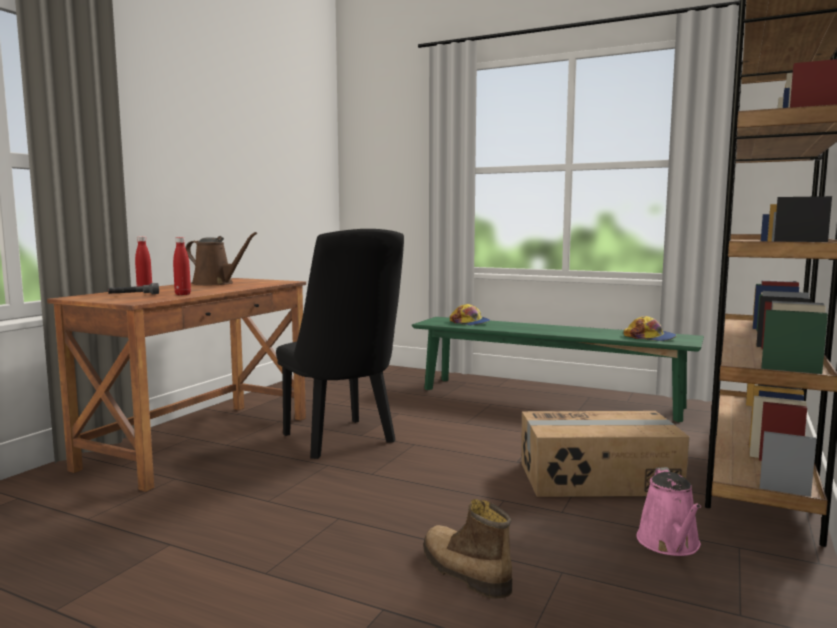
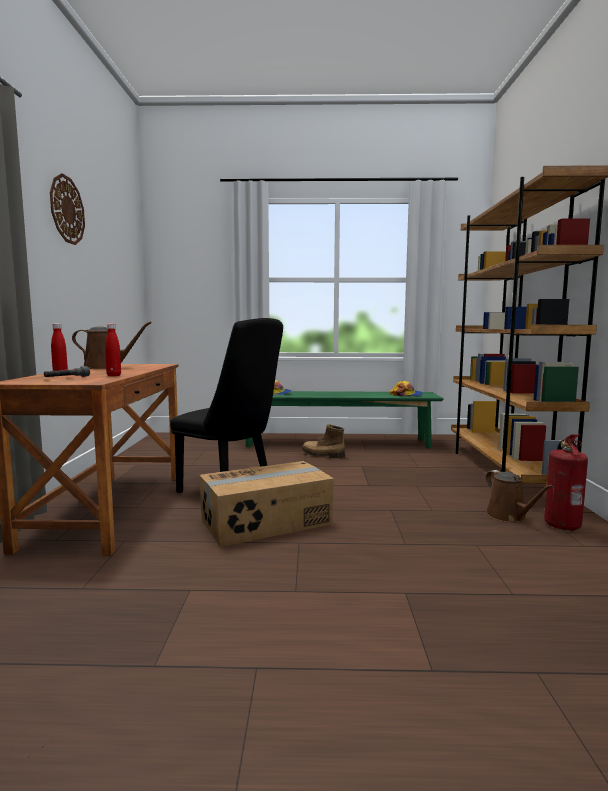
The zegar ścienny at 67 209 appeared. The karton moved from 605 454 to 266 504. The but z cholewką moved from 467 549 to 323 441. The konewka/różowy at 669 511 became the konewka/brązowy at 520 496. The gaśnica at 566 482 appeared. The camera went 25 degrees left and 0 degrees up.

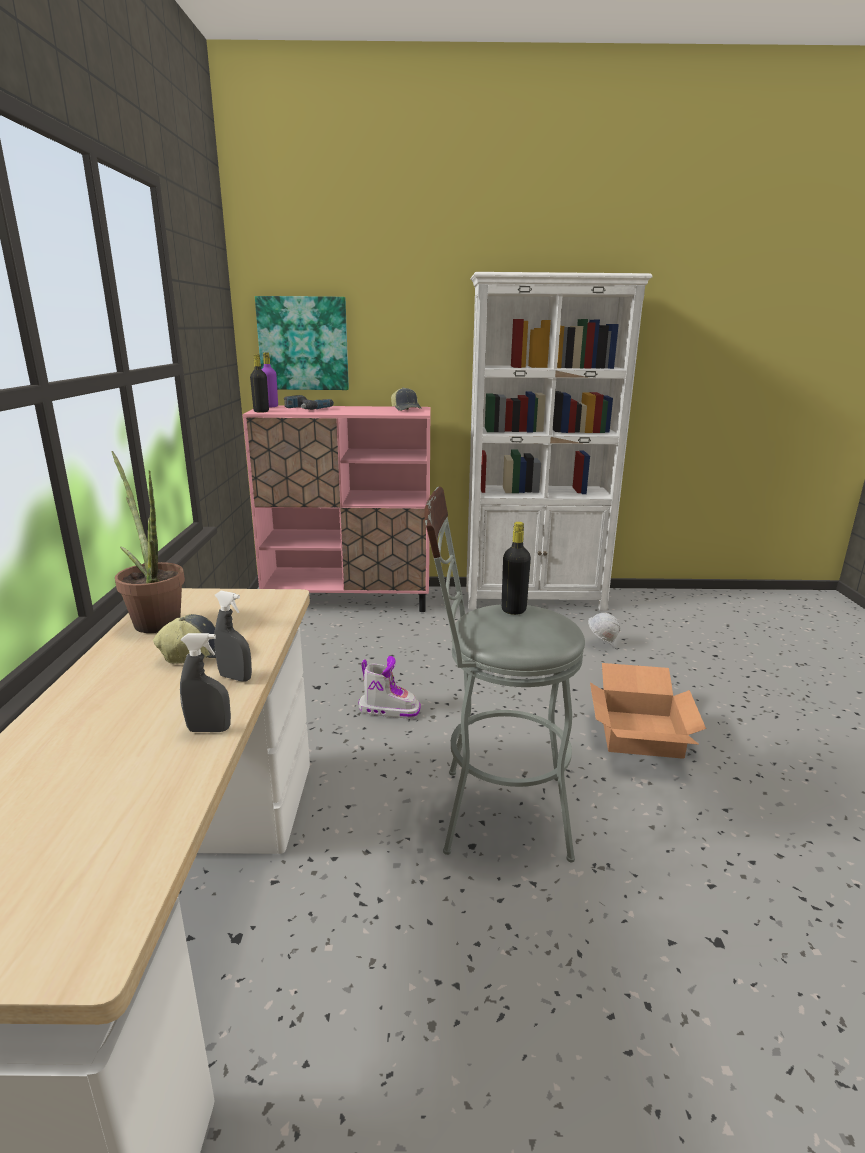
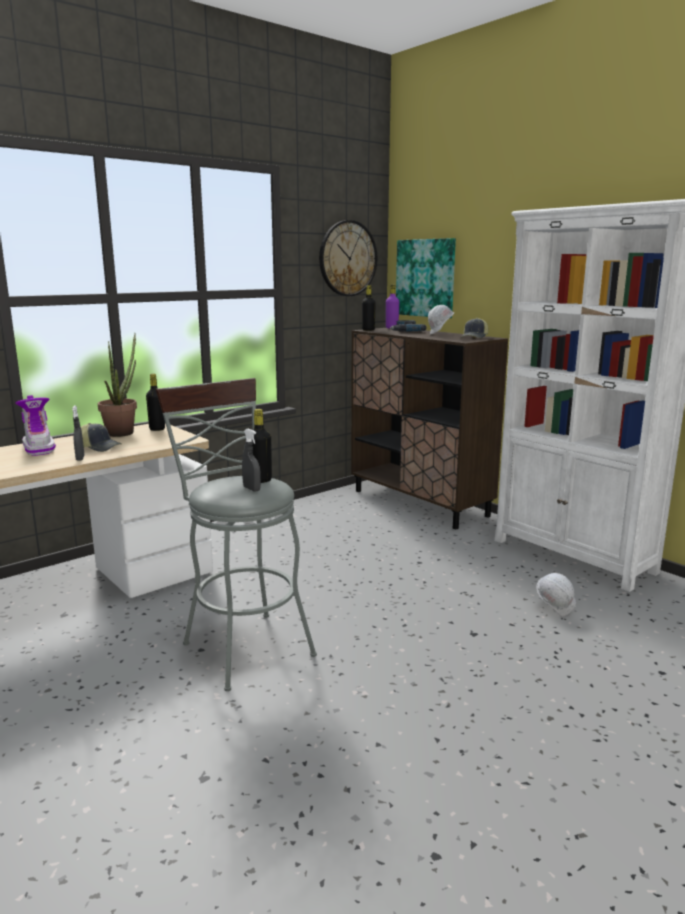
The but z cholewką moved from 390 687 to 36 425. The butelka/czarny at 155 402 appeared. The spryskiwacz/szary moved from 205 682 to 251 460. The zegar ścienny at 348 258 appeared. The szafka/różowy at 336 509 became the szafka/brązowy at 429 428. The kask/biały at 441 319 appeared. The karton at 648 711 disappeared. The camera went 50 degrees right and 5 degrees down.

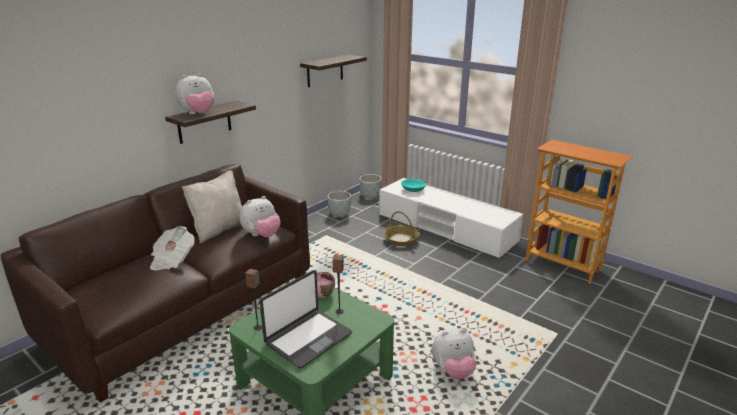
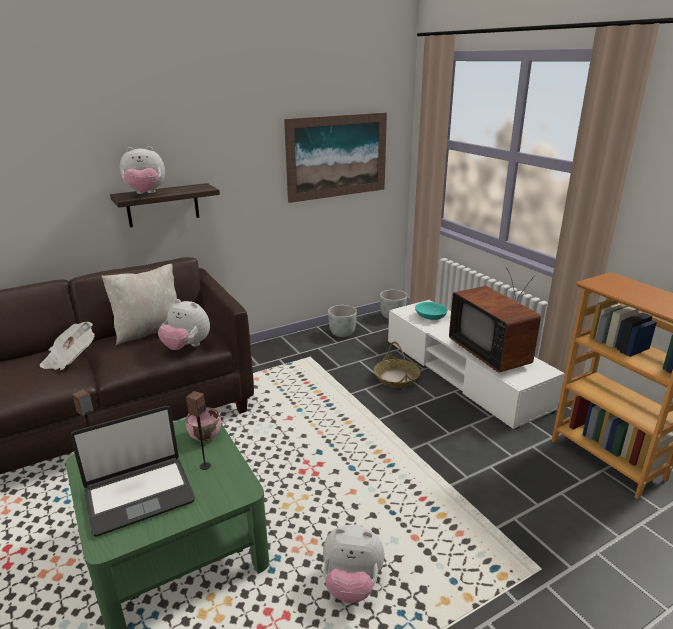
The pluszak at 260 216 turned 45 degrees clockwise. The półka at 333 70 was replaced by the obraz at 335 157. The telewizor at 495 320 appeared. The camera went 20 degrees right and 0 degrees up.

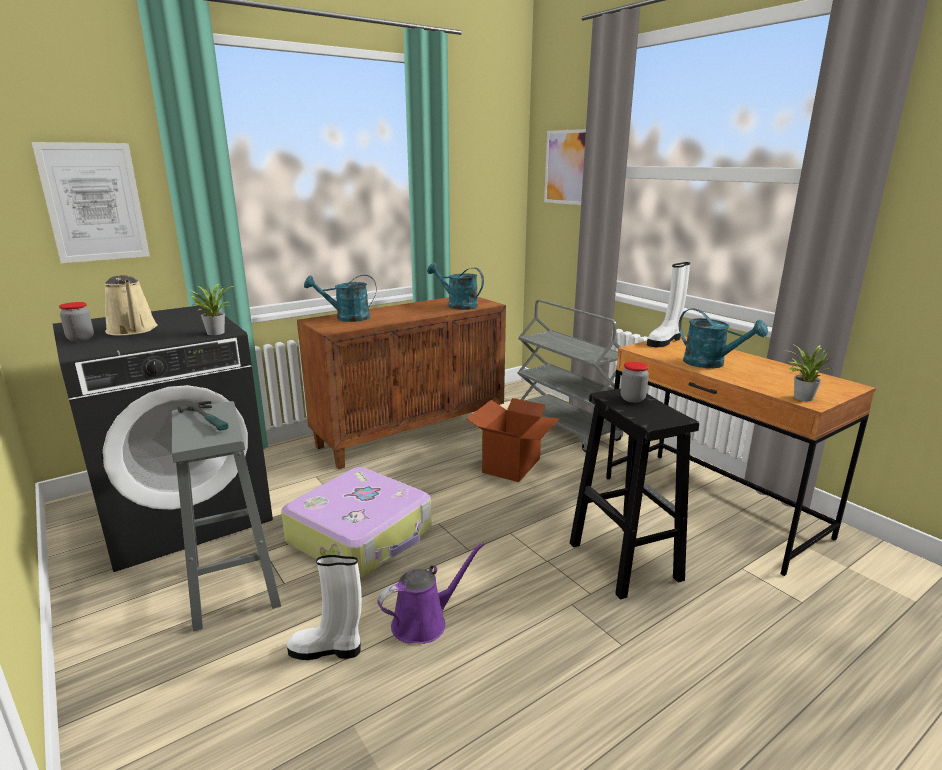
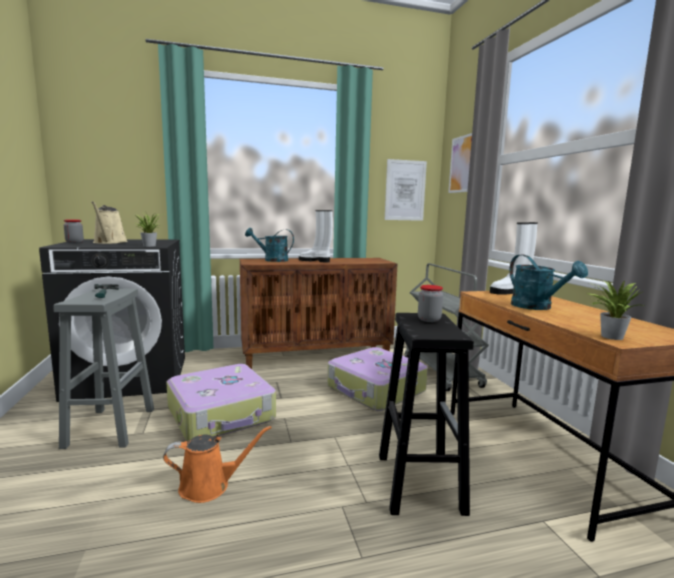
The konewka/fioletowy at 431 593 became the konewka/pomarańczowy at 217 464. The but z cholewką/biały moved from 324 607 to 316 236. The karton at 513 440 was replaced by the walizka at 377 379. The obraz moved from 91 202 to 406 190. The konewka/turkusowy at 455 286 disappeared. The camera went 20 degrees right and 10 degrees down.

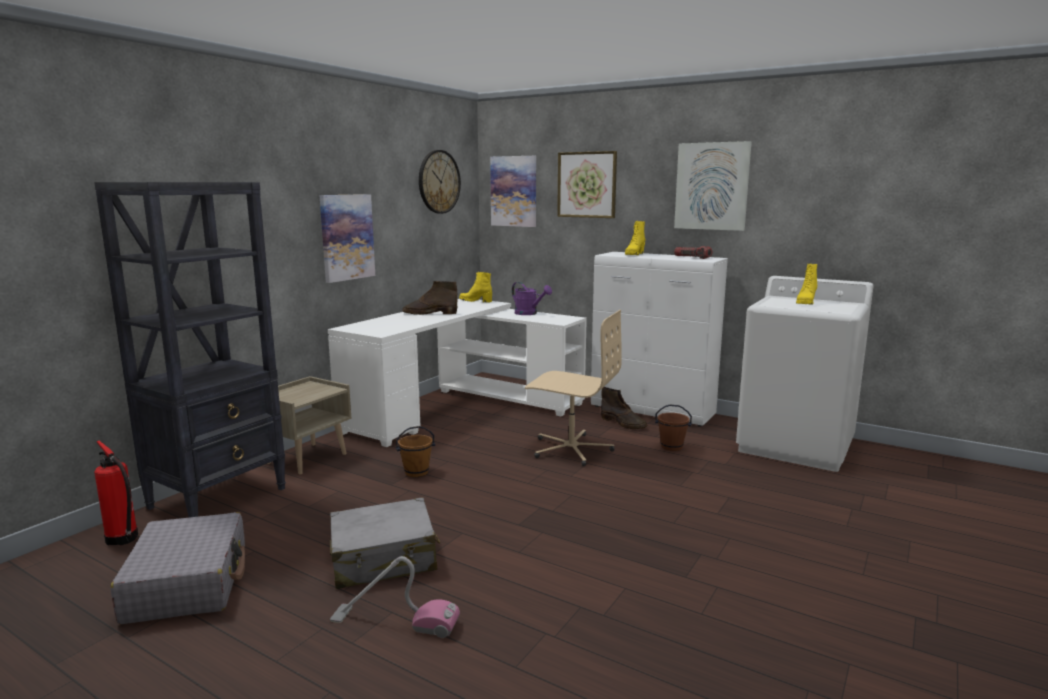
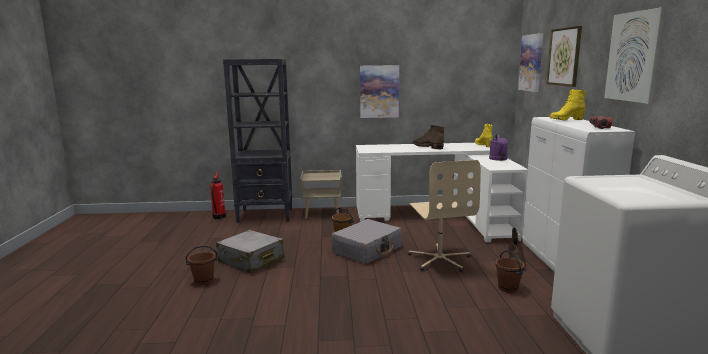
The odkurzacz at 395 597 was replaced by the wiadro/brązowy at 202 265. The walizka/szary moved from 177 568 to 366 241. The zegar ścienny at 440 182 disappeared. The but z cholewką/żółty at 806 284 disappeared. The camera went 55 degrees right and 0 degrees up.

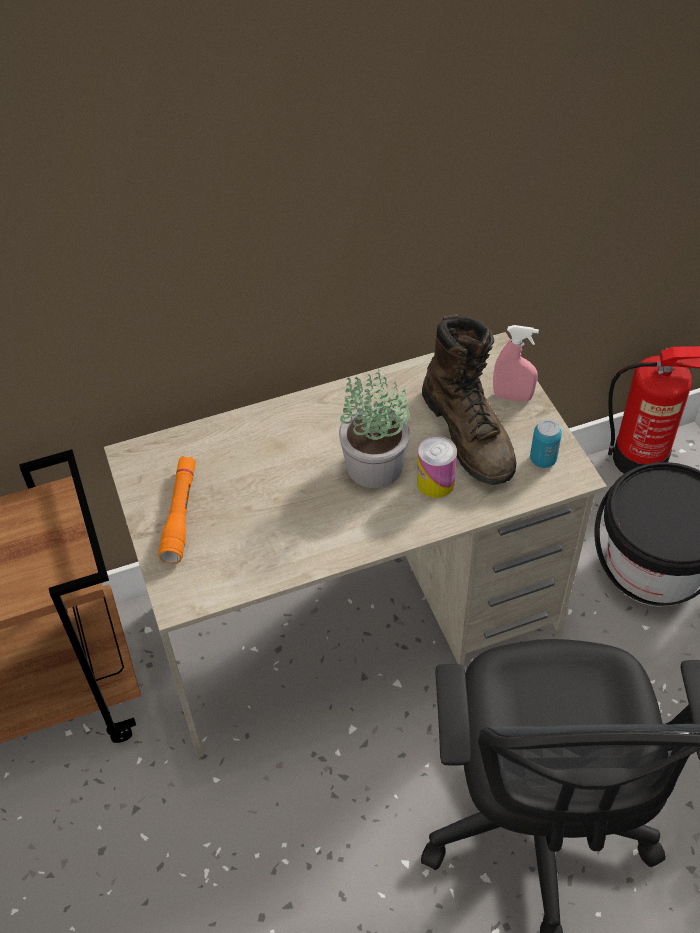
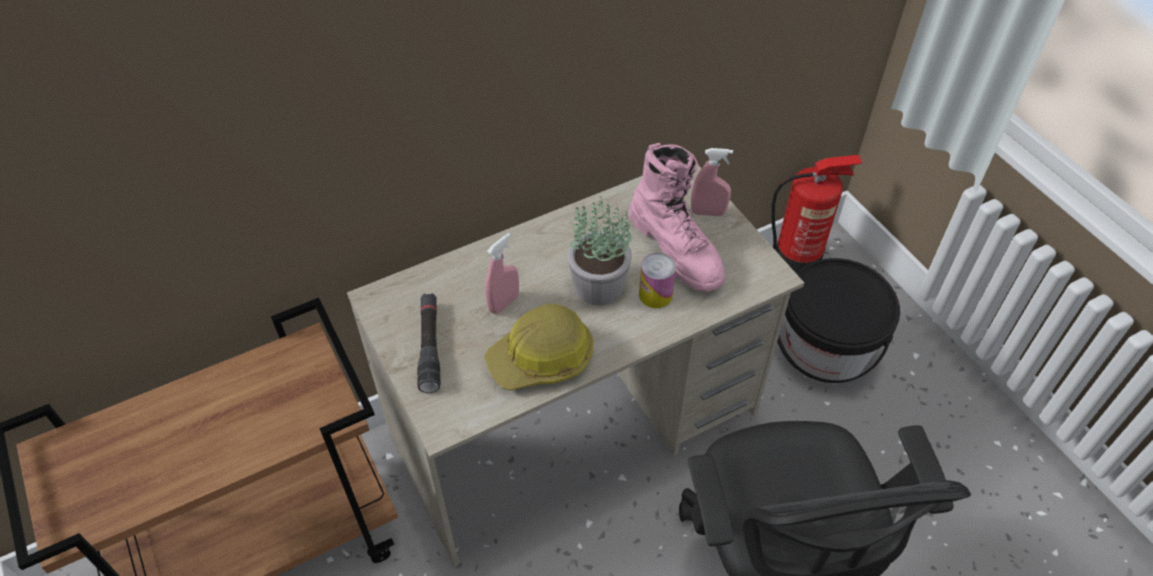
The latarka/pomarańczowy at 177 510 became the latarka/czarny at 428 343. The kask at 539 347 appeared. The spryskiwacz/różowy at 502 273 appeared. The but z cholewką/brązowy at 469 399 became the but z cholewką/różowy at 676 217. The puszka at 546 443 disappeared. The camera went 10 degrees left and 0 degrees up.

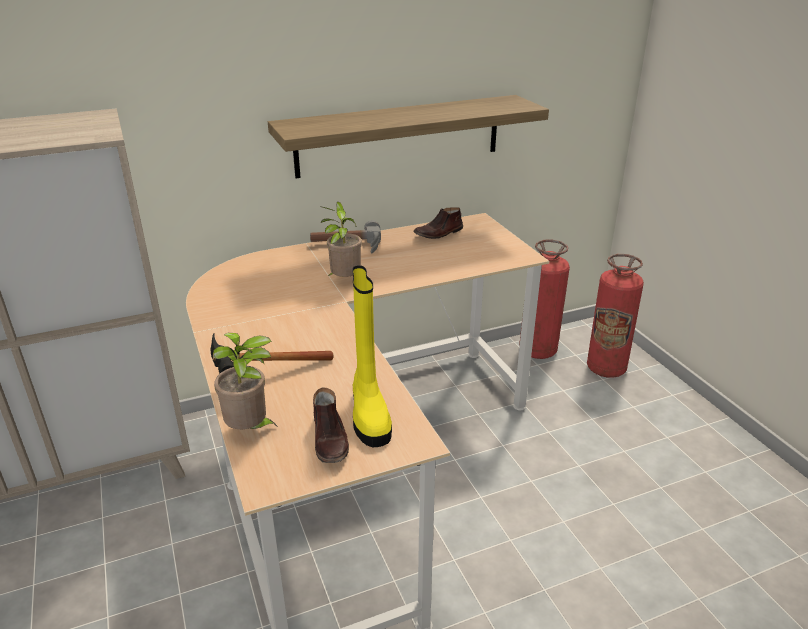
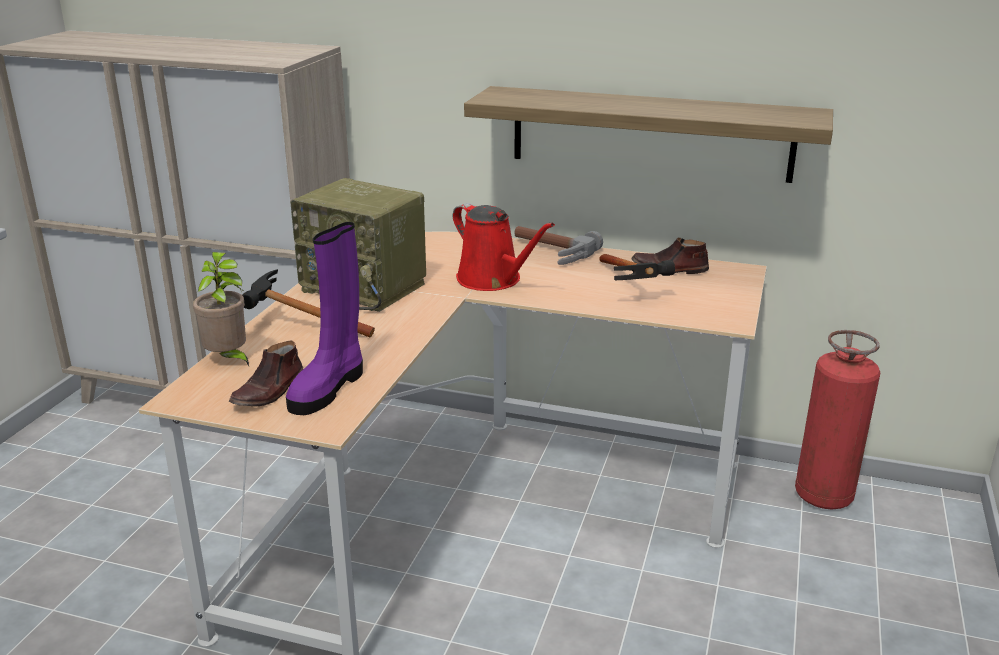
The but z cholewką/żółty at 372 356 became the but z cholewką/fioletowy at 324 318. The radio at 358 245 appeared. The roślina doniczkowa at 341 239 was replaced by the konewka/czerwony at 504 247. The młotek at 637 267 appeared. The gaśnica at 615 316 disappeared. The camera went 40 degrees right and 5 degrees down.

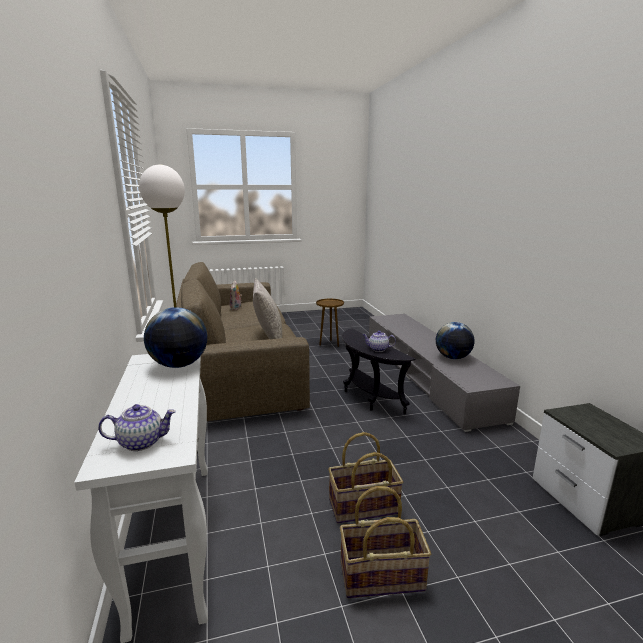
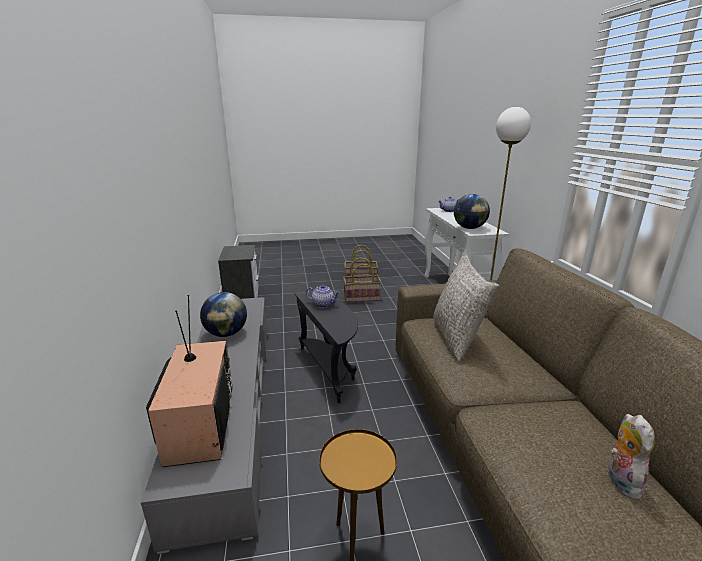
The telewizor at 189 381 appeared. The camera went 175 degrees left and 5 degrees up.

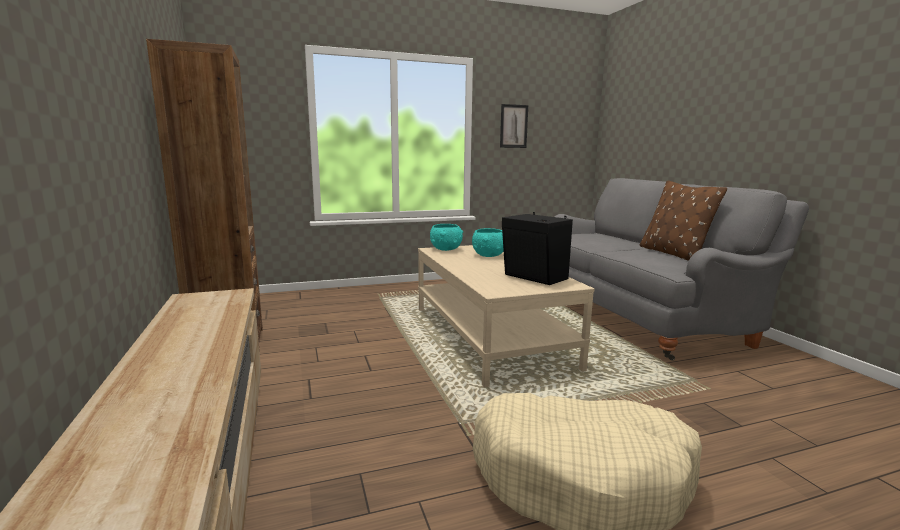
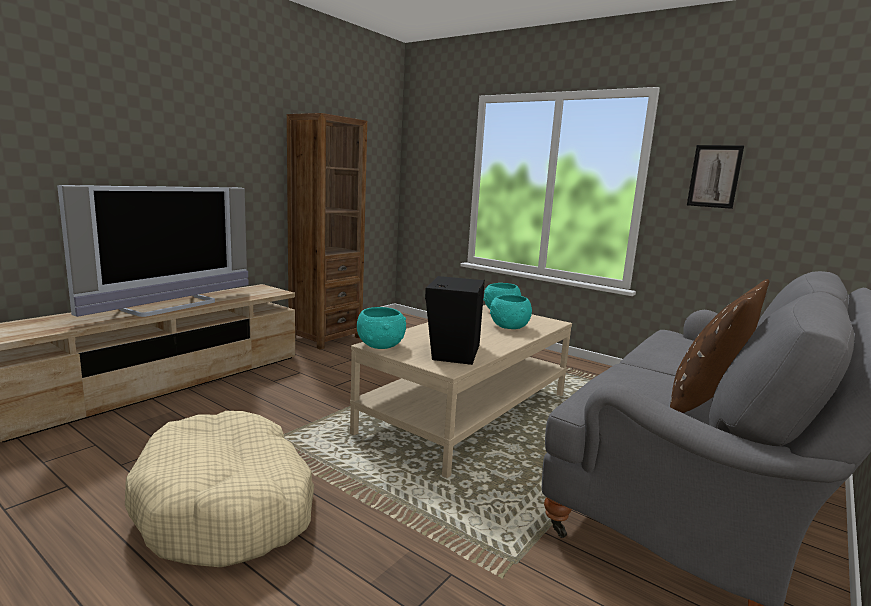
The telewizor at 153 251 appeared. The miska/turkusowy at 381 328 appeared. The camera went 55 degrees right and 0 degrees up.

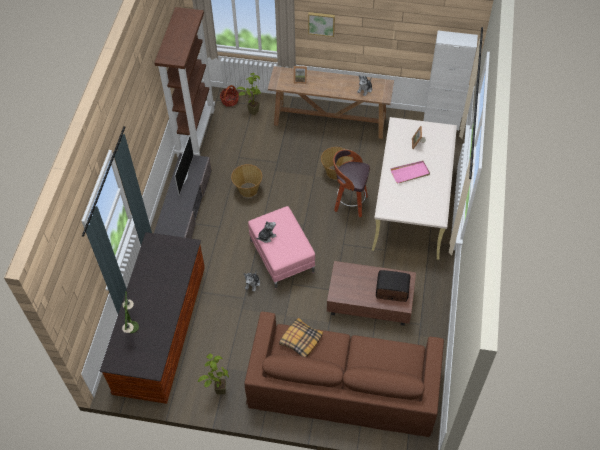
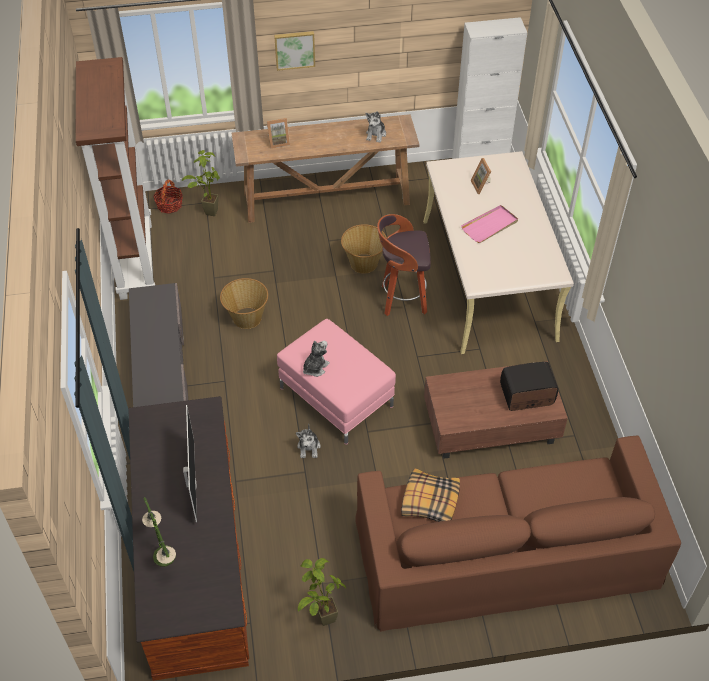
The telewizor moved from 184 165 to 190 463. The camera went 20 degrees left and 5 degrees down.

